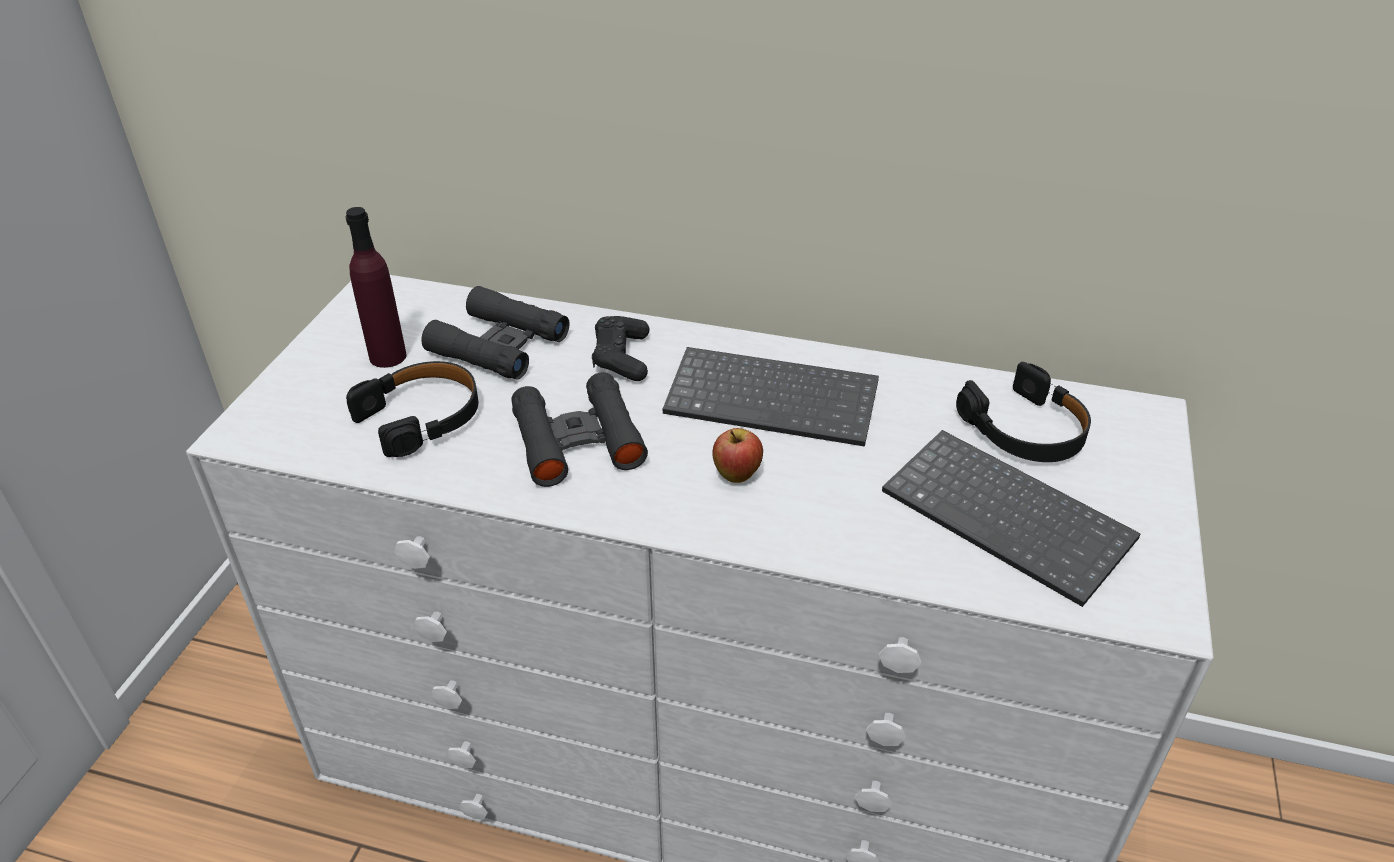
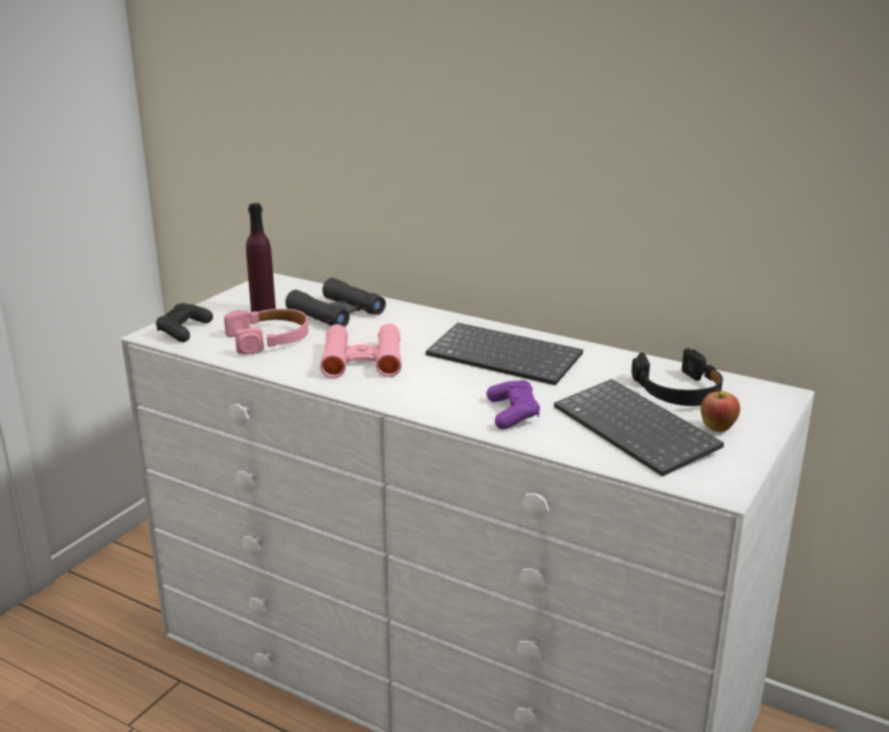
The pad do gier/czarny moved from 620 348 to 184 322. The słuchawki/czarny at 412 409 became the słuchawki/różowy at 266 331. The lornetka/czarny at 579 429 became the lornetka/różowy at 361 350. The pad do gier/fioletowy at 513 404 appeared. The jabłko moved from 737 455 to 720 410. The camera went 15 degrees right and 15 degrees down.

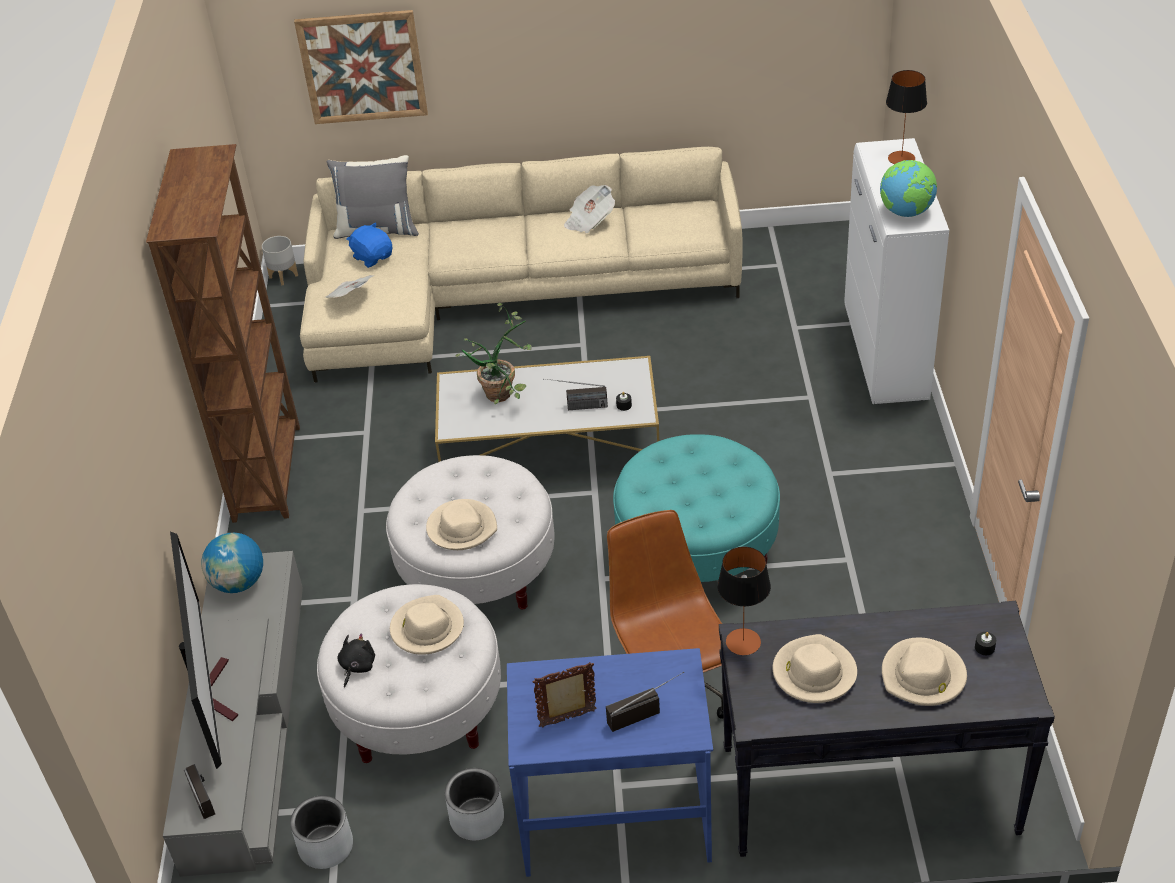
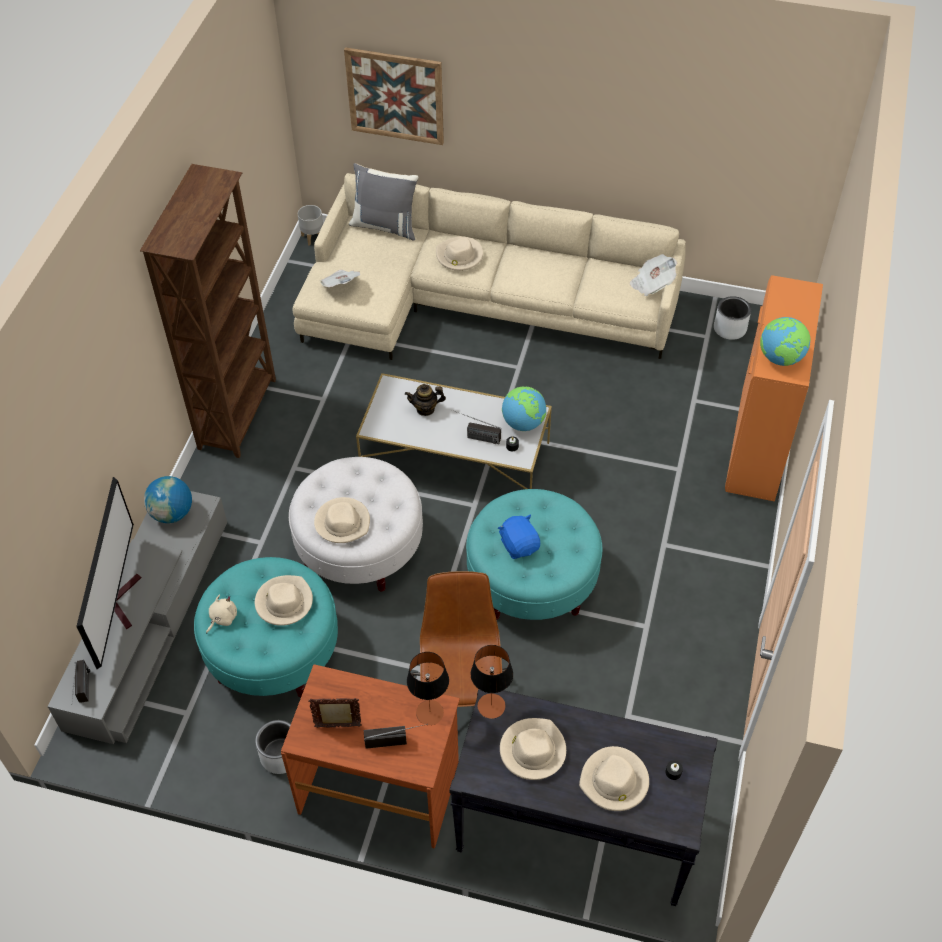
The pufa/biały at 409 673 became the pufa/turkusowy at 266 627. The pluszak/czarny at 356 660 became the pluszak/beżowy at 221 614. The biurko/niebieski at 610 762 became the biurko/brązowy at 370 756. The roślina doniczkowa at 494 353 was replaced by the imbryk at 425 400. The lampa stołowa moved from 906 117 to 428 688. The kapelusz/beżowy at 459 254 appeared. The pluszak/niebieski moved from 369 245 to 519 537. The globus at 524 409 appeared. The gazeta moved from 589 209 to 653 275. The donica/szary moved from 321 832 to 732 318. The szafka/biały at 896 271 became the szafka/pomarańczowy at 774 388. The camera went 15 degrees right and 10 degrees up.

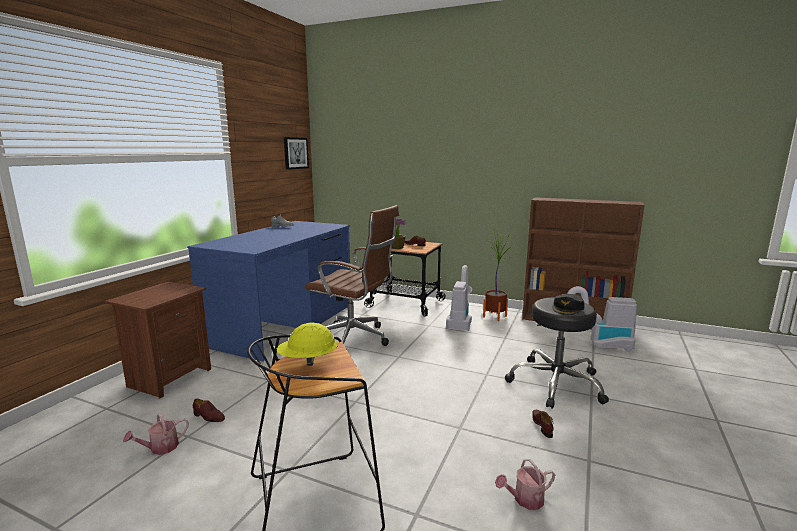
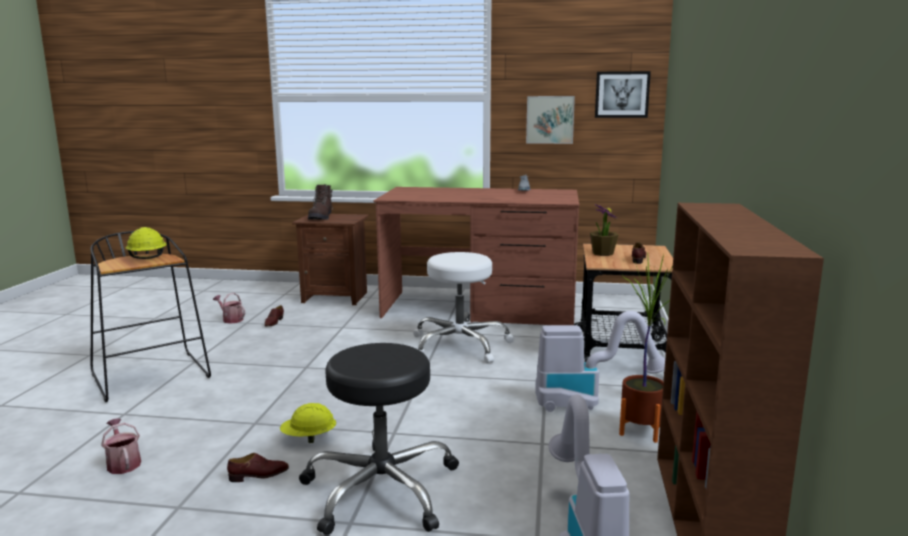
The kask/żółty at 308 423 appeared. The but z cholewką/brązowy at 320 202 appeared. The biurko/niebieski at 268 291 became the biurko/brązowy at 476 256. The krzesło biurowe/brązowy at 352 275 was replaced by the stołek/biały at 463 308. The obraz at 550 120 appeared. The czapka z daszkiem/czarny at 568 304 disappeared. The camera went 75 degrees right and 0 degrees up.

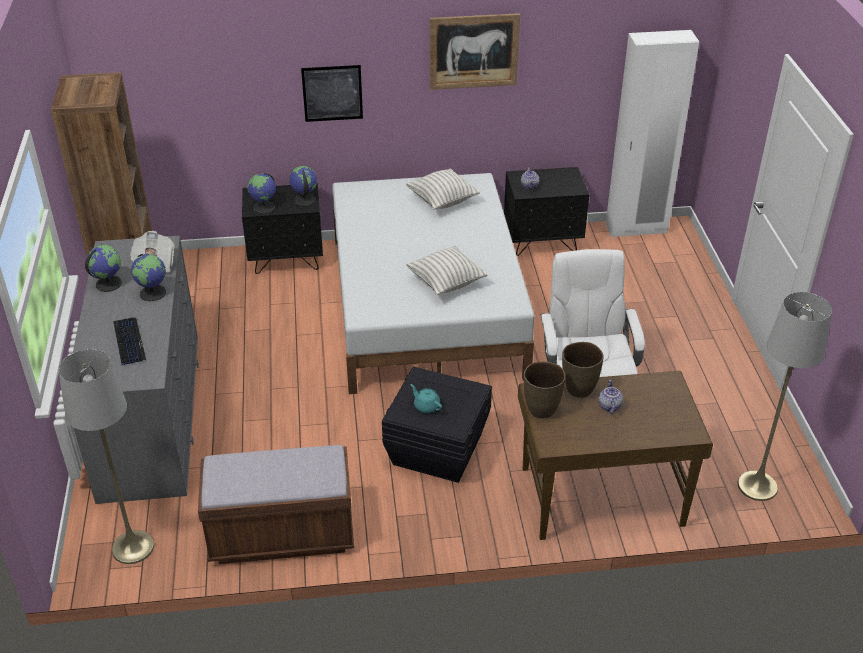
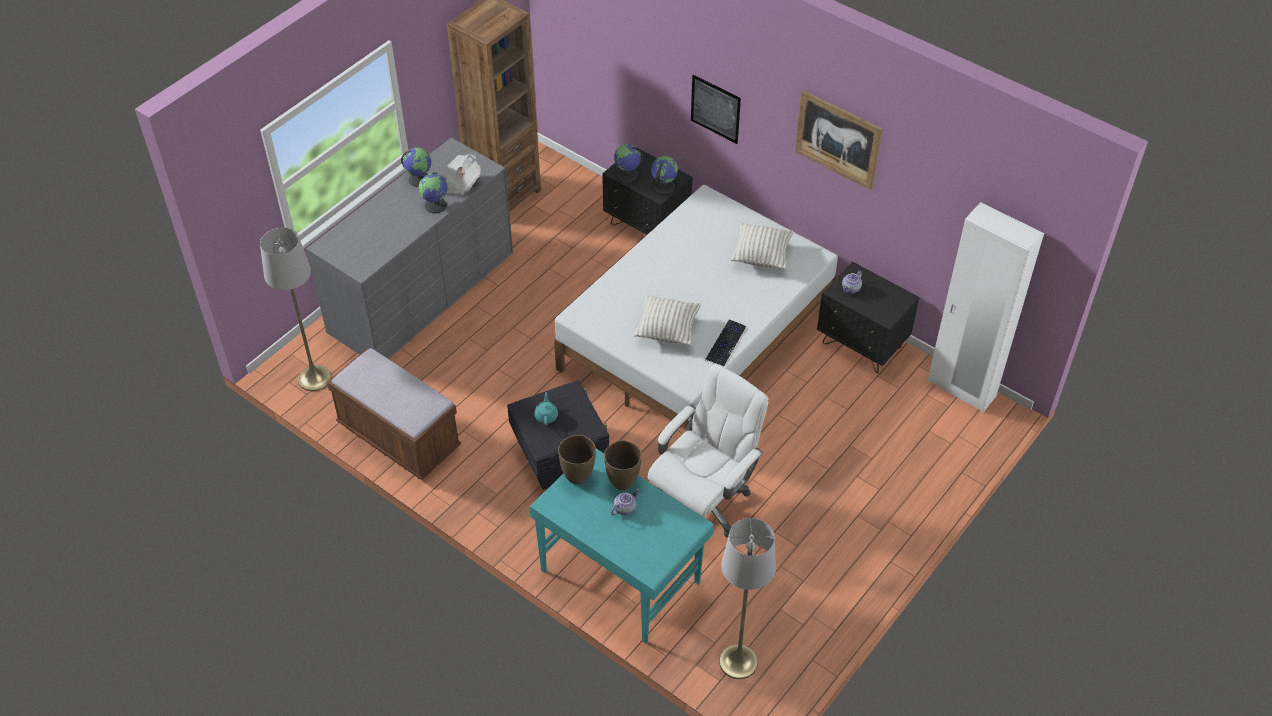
The biurko/brązowy at 615 455 became the biurko/turkusowy at 621 546. The klawiatura moved from 129 342 to 725 343. The camera went 45 degrees right and 10 degrees up.

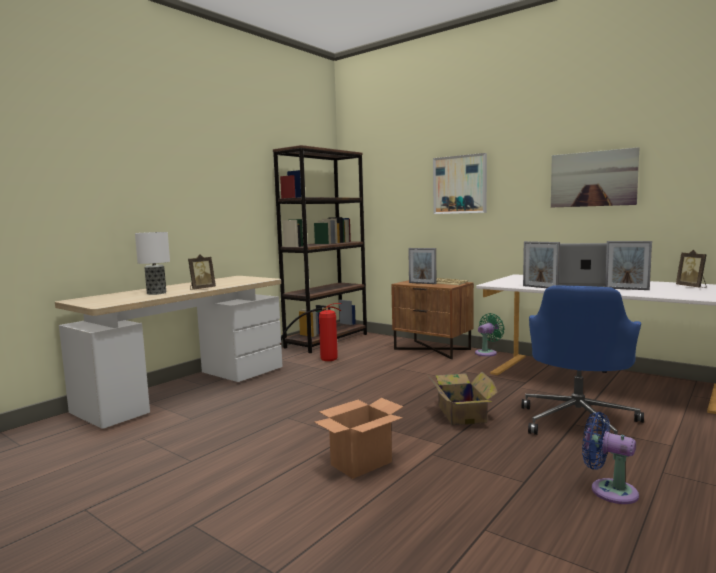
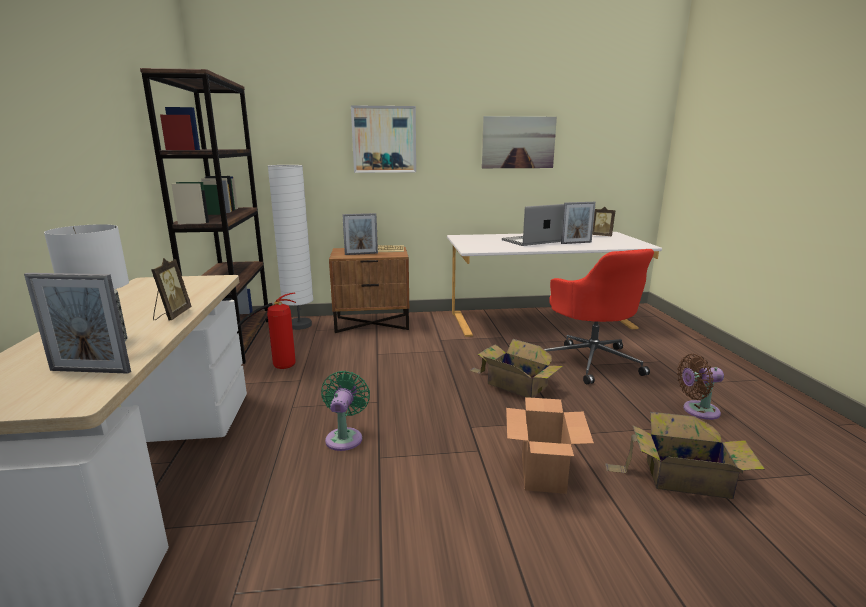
The ramka na zdjęcie moved from 541 264 to 77 323. The lampa stojąca/biały at 290 247 appeared. The wentylator/zielony moved from 490 335 to 345 411. The krzesło biurowe/niebieski at 582 360 became the krzesło biurowe/czerwony at 599 317. The karton at 685 455 appeared. The wentylator/niebieski at 610 458 became the wentylator/brązowy at 700 387. The camera went 45 degrees left and 10 degrees up.

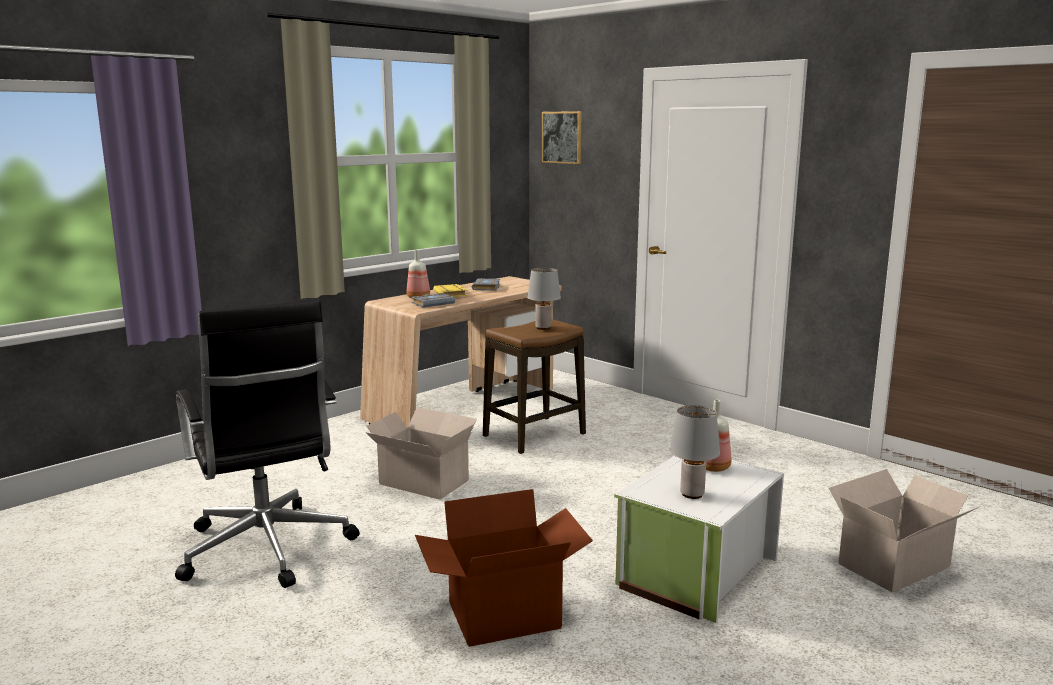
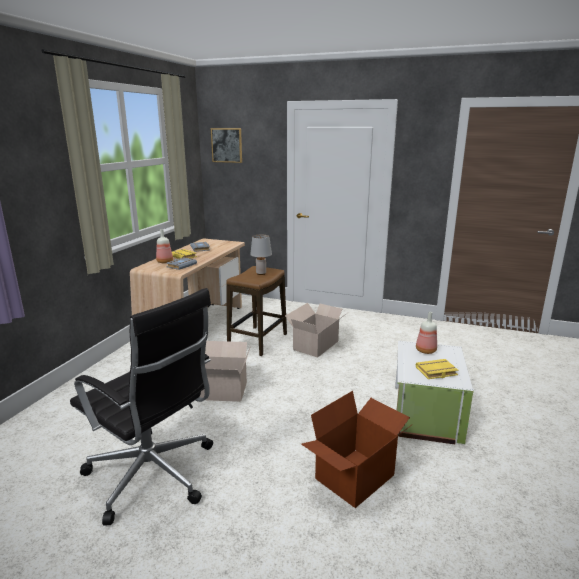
The karton moved from 904 531 to 315 330. The lampa stołowa/szary at 695 452 was replaced by the książka/żółty at 437 369. The camera went 25 degrees left and 5 degrees up.

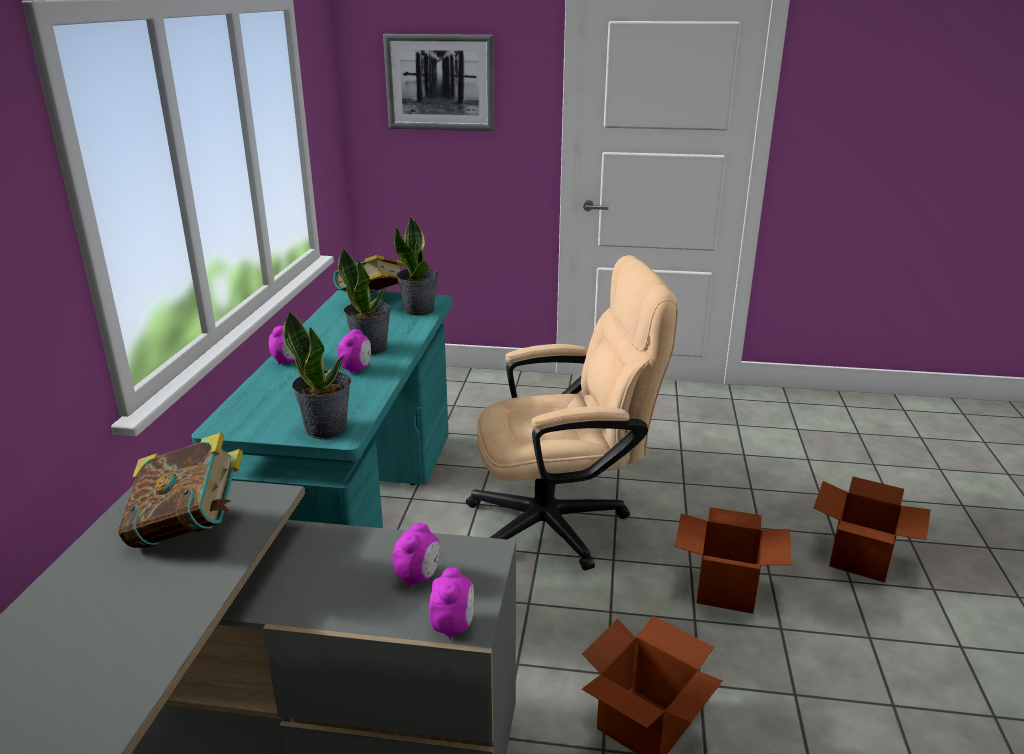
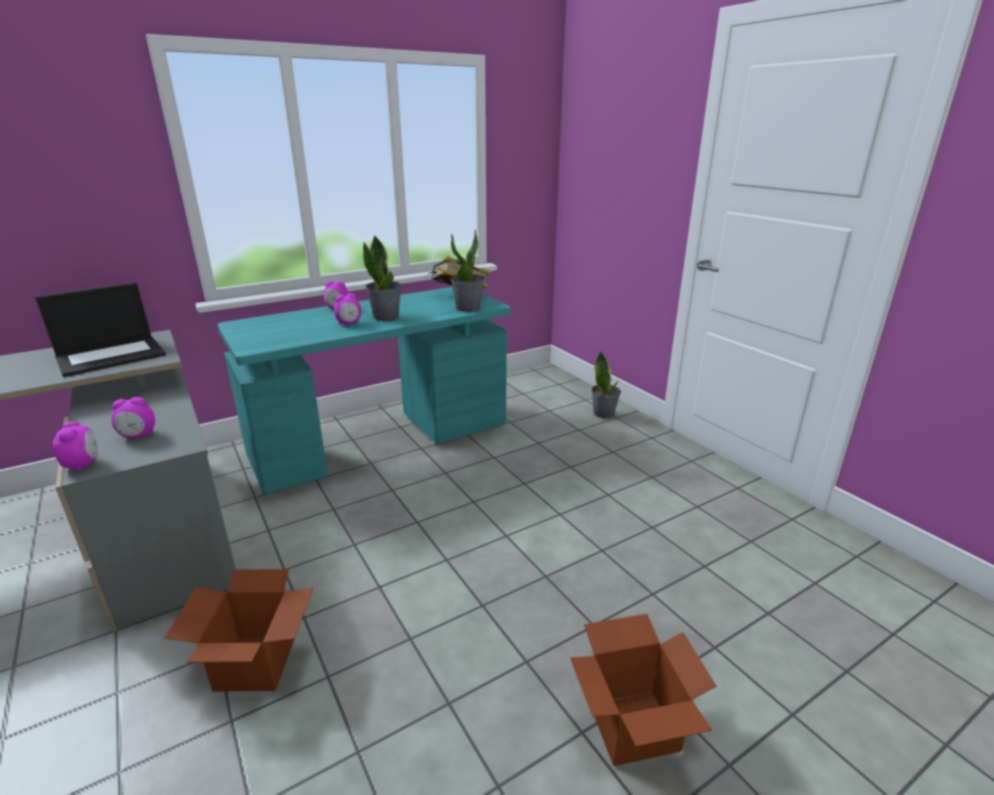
The książka at 180 490 was replaced by the laptop at 100 329. The budzik at 451 604 turned 75 degrees counterclockwise. The roślina doniczkowa moved from 317 374 to 606 384. The obraz at 438 82 disappeared. The krzesło biurowe/beżowy at 572 413 disappeared. The karton at 733 560 disappeared. The camera went 50 degrees right and 0 degrees up.

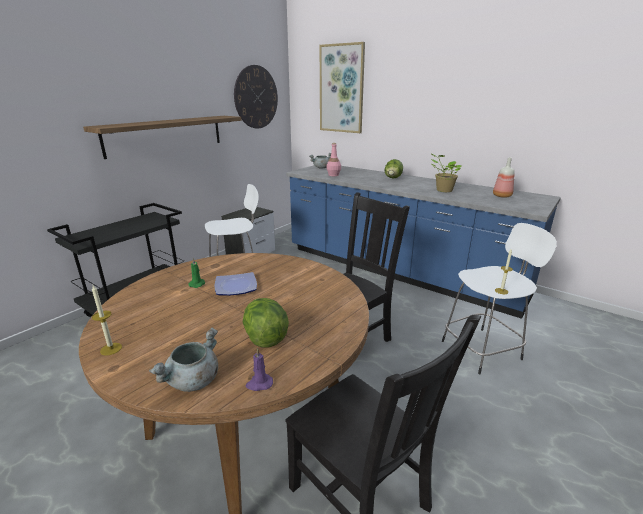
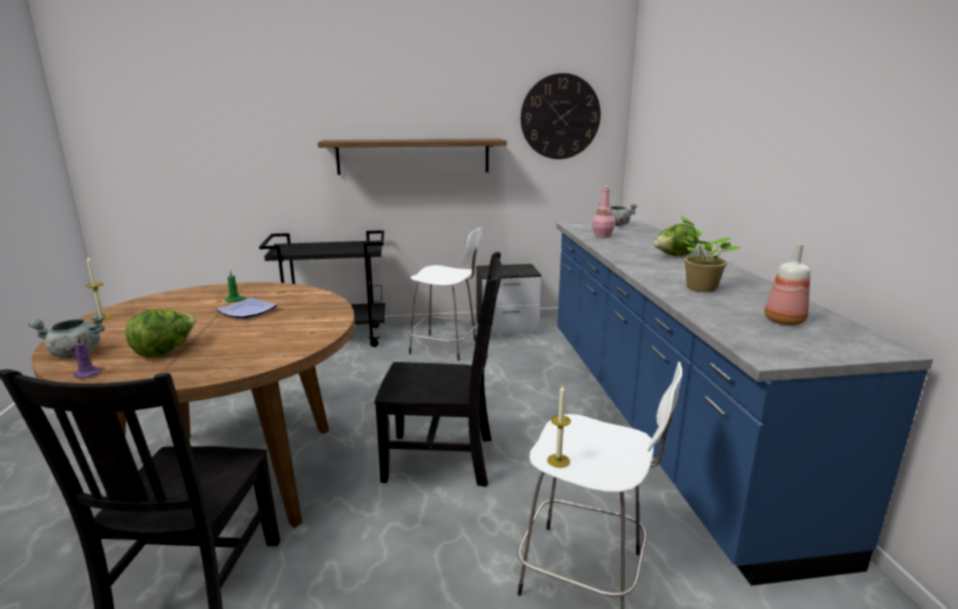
The obraz at 342 87 disappeared. The camera went 45 degrees right and 5 degrees down.

